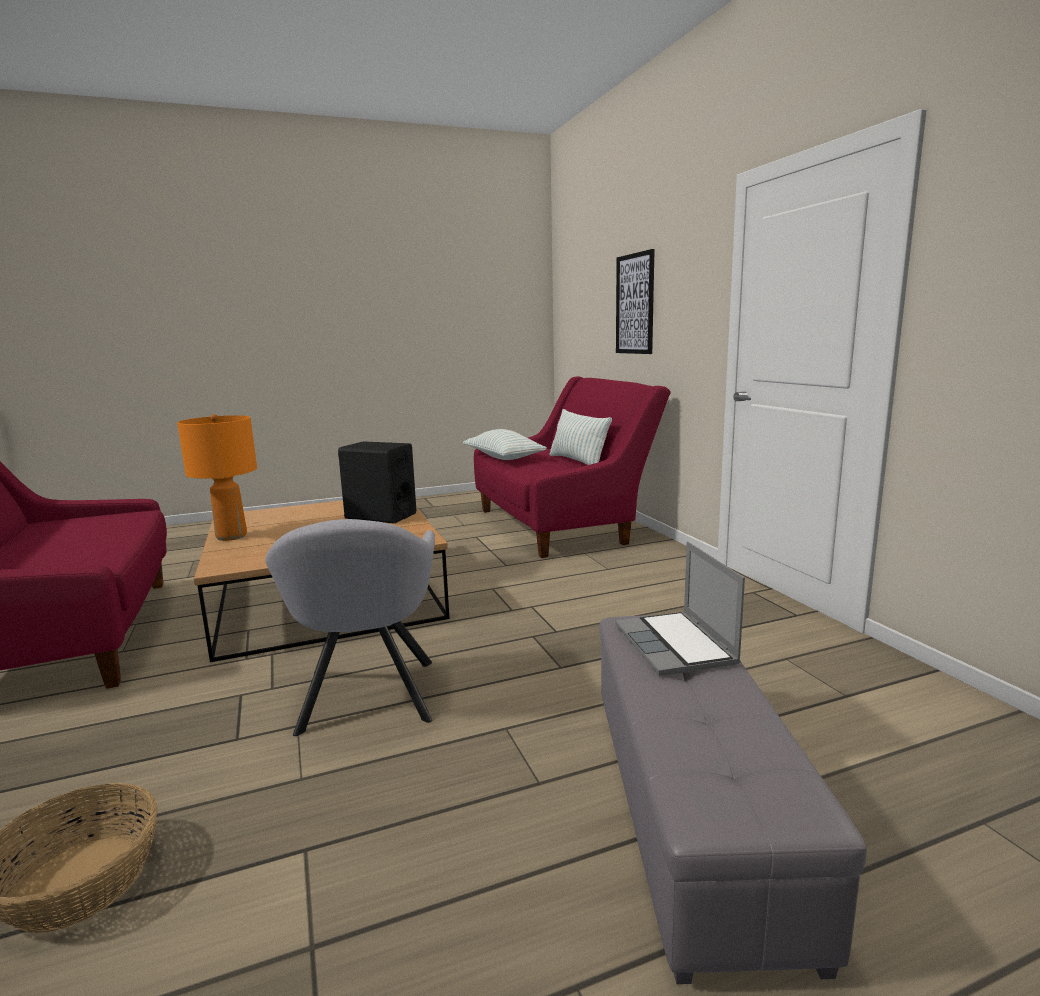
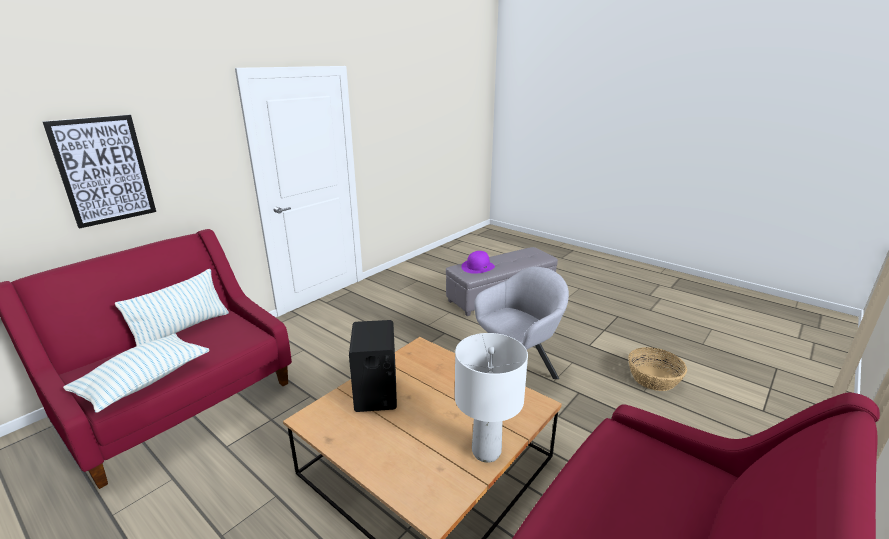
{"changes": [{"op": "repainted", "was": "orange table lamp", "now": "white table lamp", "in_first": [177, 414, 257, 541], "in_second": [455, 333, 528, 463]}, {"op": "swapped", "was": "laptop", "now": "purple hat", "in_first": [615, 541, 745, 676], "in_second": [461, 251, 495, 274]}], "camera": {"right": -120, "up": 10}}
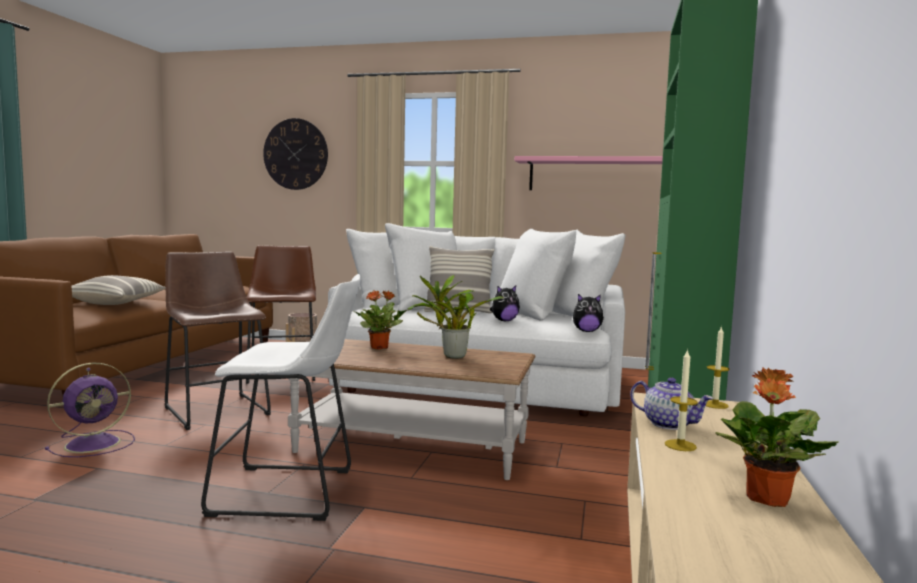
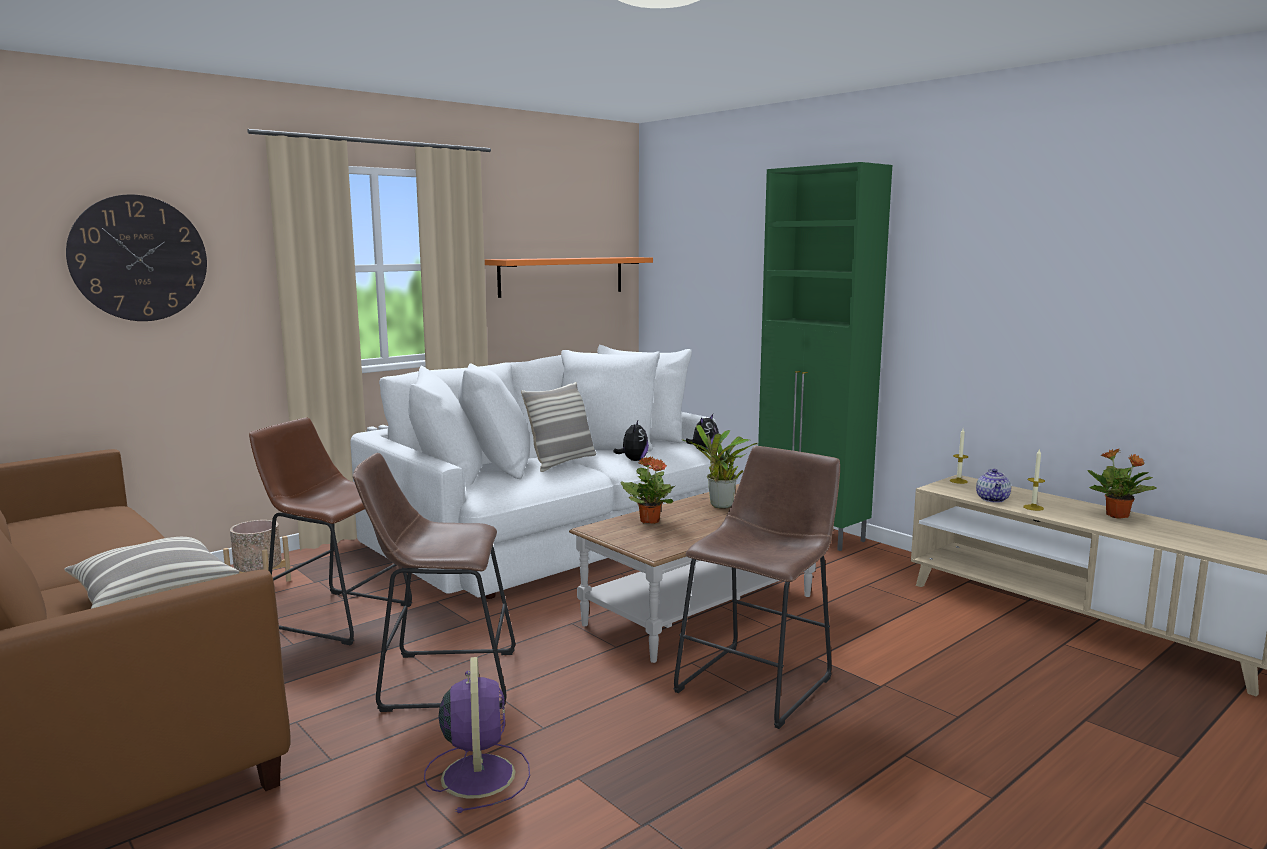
{"changes": [{"op": "repainted", "was": "pink shelf", "now": "orange shelf", "in_first": [514, 156, 663, 190], "in_second": [485, 257, 653, 298]}, {"op": "repainted", "was": "white stool", "now": "brown stool", "in_first": [201, 274, 360, 521], "in_second": [674, 446, 840, 729]}, {"op": "rotated", "was": "teapot", "in_first": [630, 378, 714, 430], "in_second": [976, 469, 1011, 503], "clockwise": 120}], "camera": {"right": -55, "up": 5}}
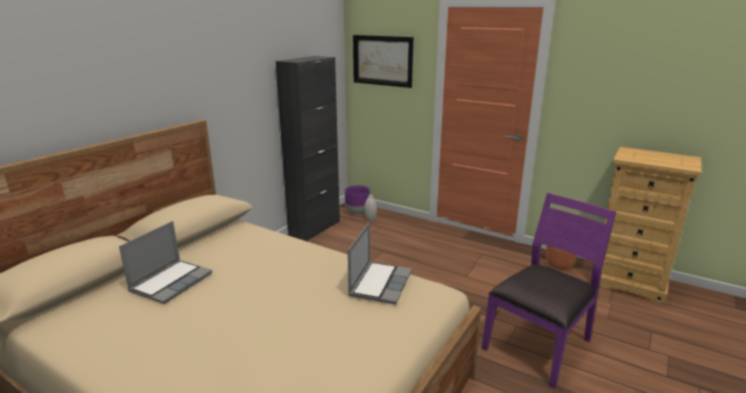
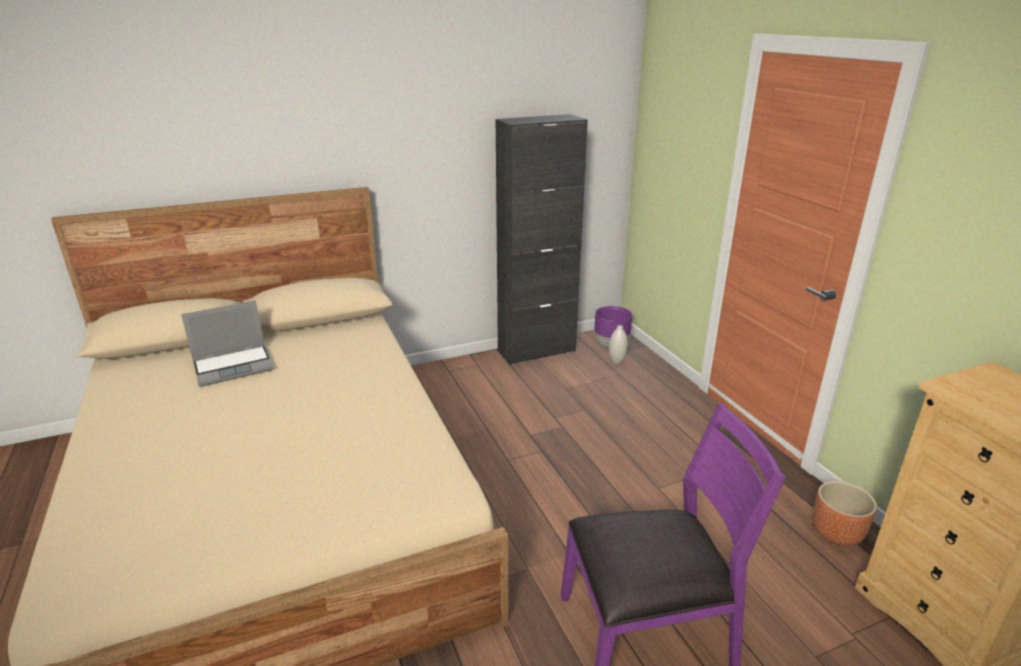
{"changes": [{"op": "gone", "was": "picture", "in_first": [353, 35, 413, 88]}, {"op": "gone", "was": "laptop", "in_first": [348, 222, 412, 304]}], "camera": {"right": 35, "up": 5}}
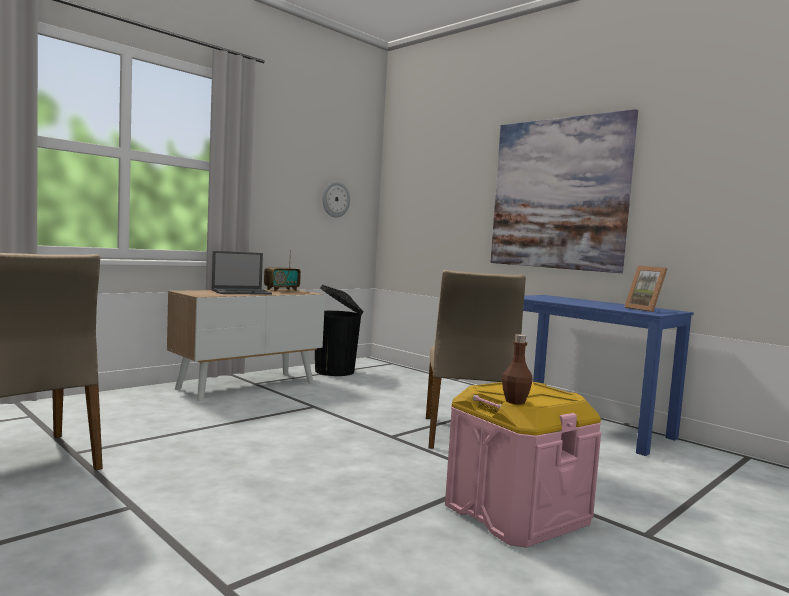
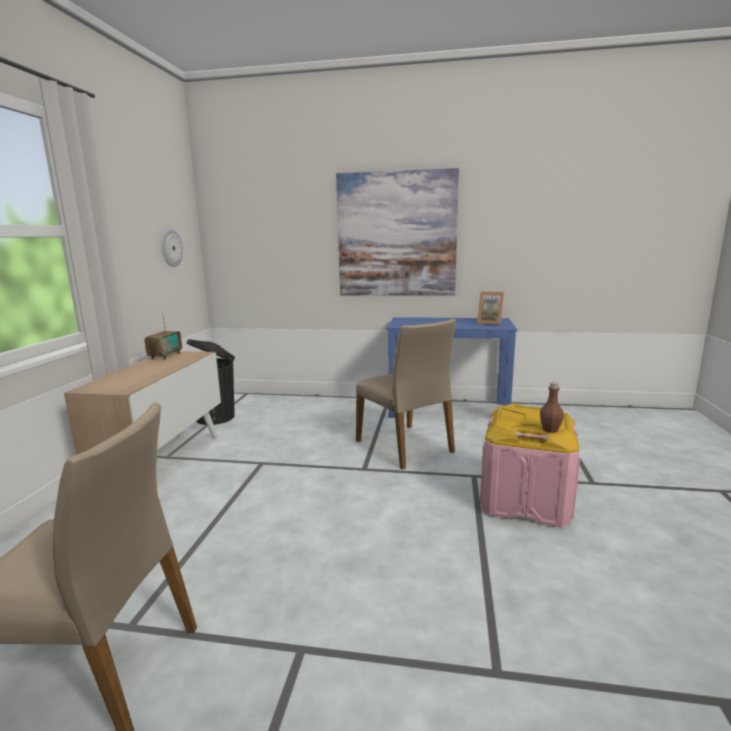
{"changes": [{"op": "gone", "was": "laptop", "in_first": [212, 251, 272, 295]}], "camera": {"right": -35, "up": 10}}
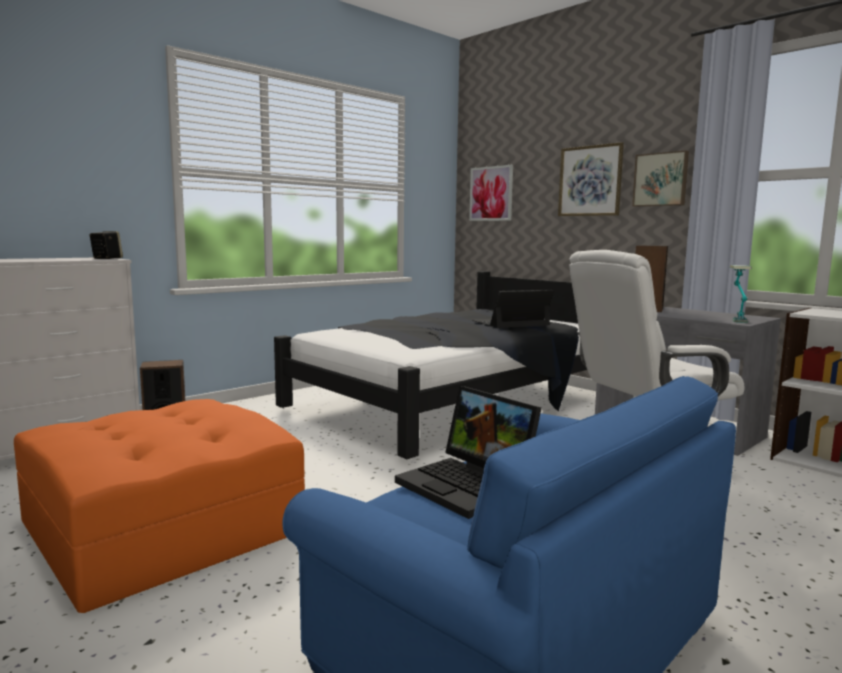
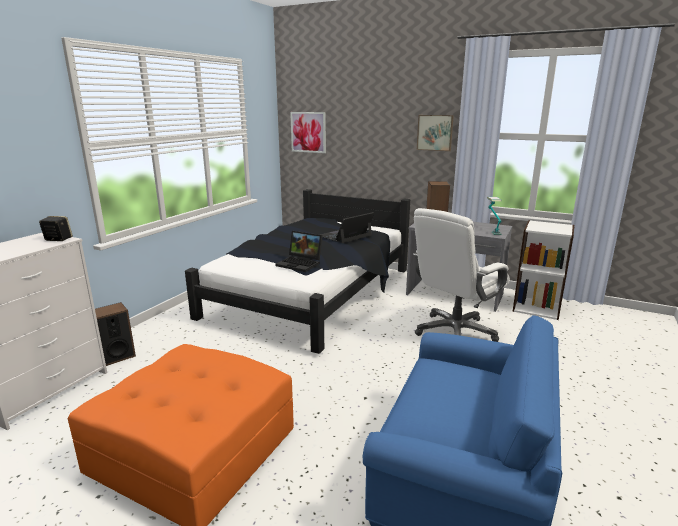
{"changes": [{"op": "gone", "was": "picture", "in_first": [558, 142, 624, 216]}, {"op": "shifted", "was": "laptop", "in_first": [395, 386, 542, 519], "in_second": [276, 231, 323, 272]}], "camera": {"right": -20, "up": 10}}
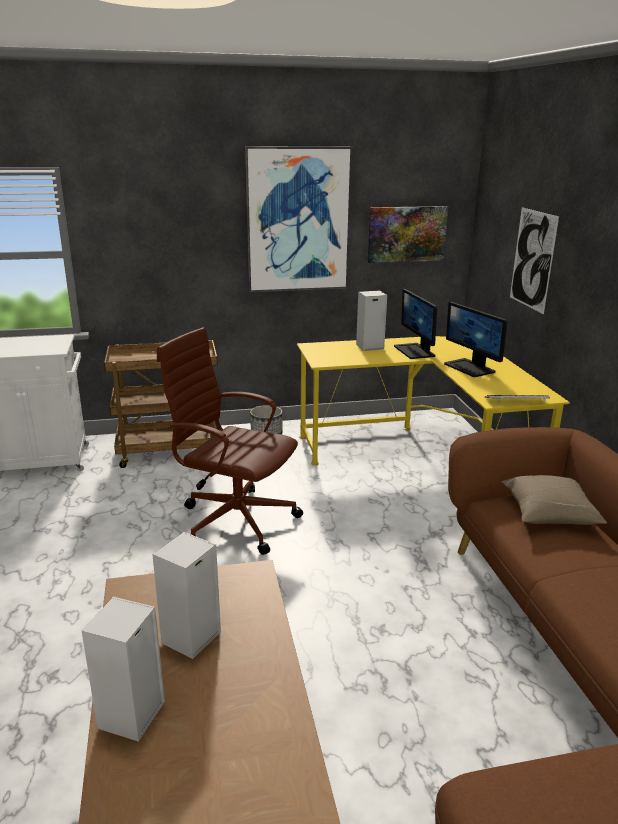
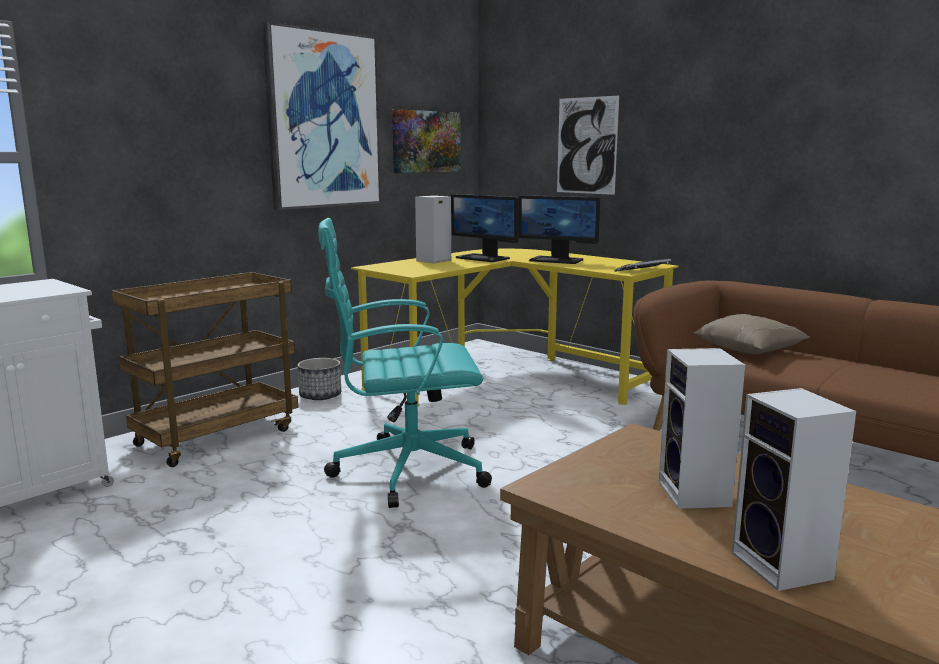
{"changes": [{"op": "repainted", "was": "brown office chair", "now": "turquoise office chair", "in_first": [157, 327, 303, 555], "in_second": [318, 218, 492, 508]}], "camera": {"right": -35, "up": -10}}
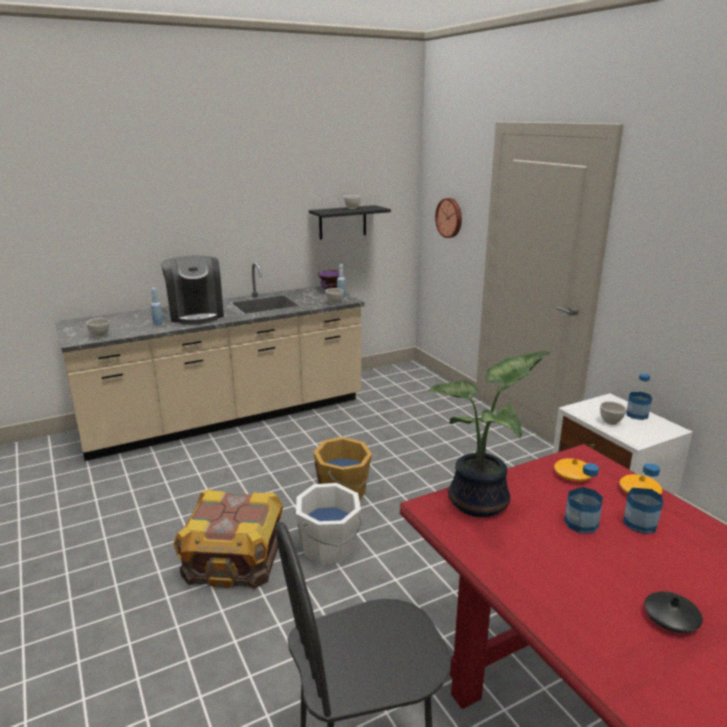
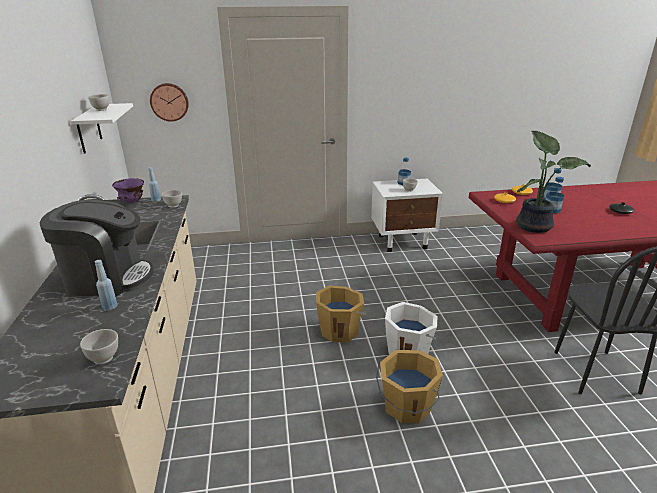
{"changes": [{"op": "repainted", "was": "black shelf", "now": "white shelf", "in_first": [309, 205, 391, 240], "in_second": [71, 103, 133, 154]}, {"op": "swapped", "was": "crate", "now": "orange bucket", "in_first": [174, 489, 283, 589], "in_second": [376, 350, 443, 423]}], "camera": {"right": -70, "up": 5}}
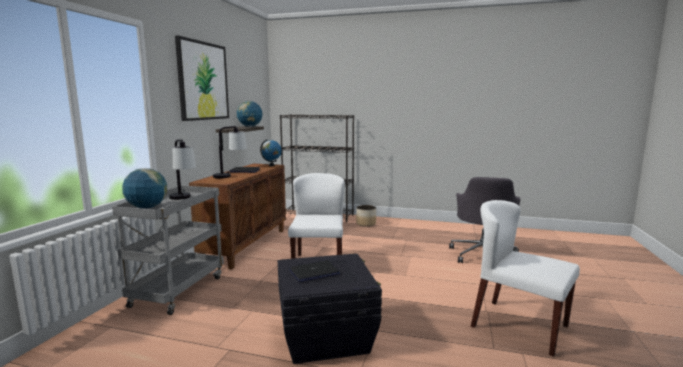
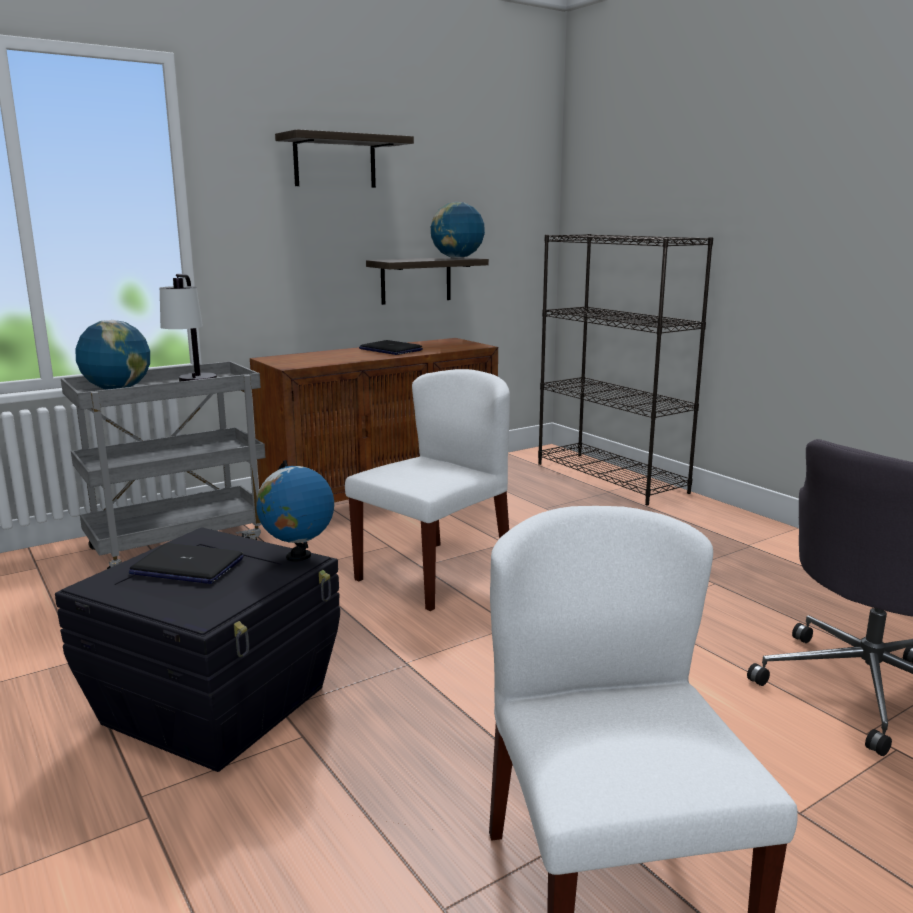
{"changes": [{"op": "swapped", "was": "picture", "now": "shelf", "in_first": [175, 36, 229, 121], "in_second": [275, 129, 414, 188]}, {"op": "gone", "was": "table lamp", "in_first": [213, 126, 247, 178]}, {"op": "shifted", "was": "globe", "in_first": [260, 139, 282, 166], "in_second": [256, 460, 334, 561]}, {"op": "gone", "was": "planter", "in_first": [356, 205, 376, 227]}], "camera": {"right": 40, "up": 5}}
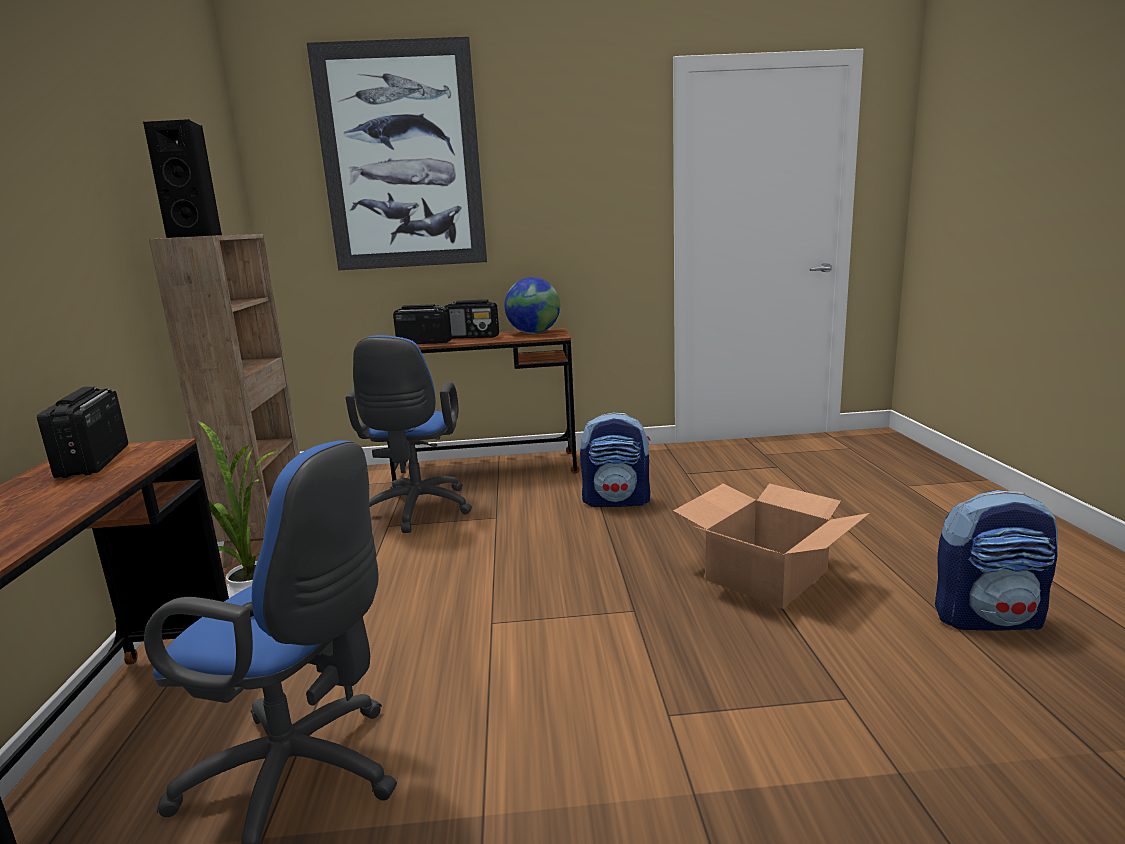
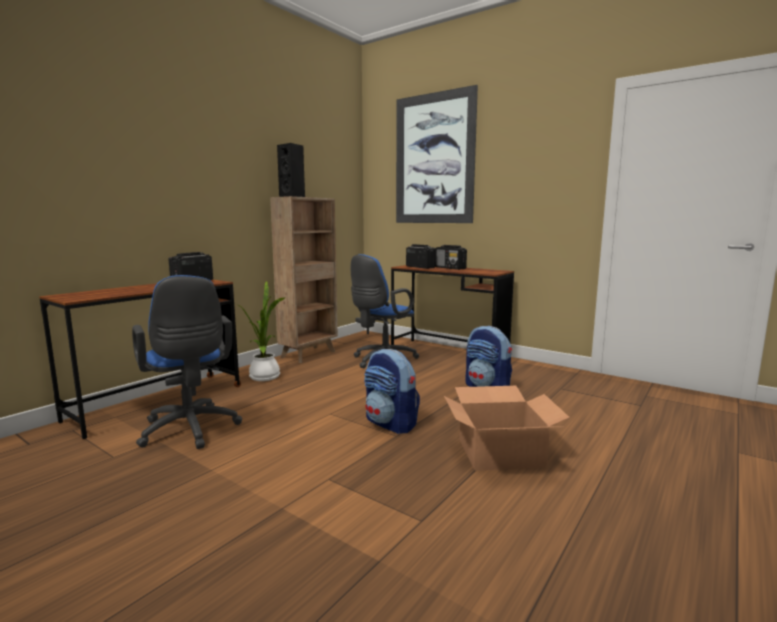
{"changes": [{"op": "gone", "was": "globe", "in_first": [504, 277, 560, 334]}, {"op": "shifted", "was": "backpack", "in_first": [935, 490, 1058, 631], "in_second": [364, 349, 420, 434]}], "camera": {"right": 40, "up": -5}}
